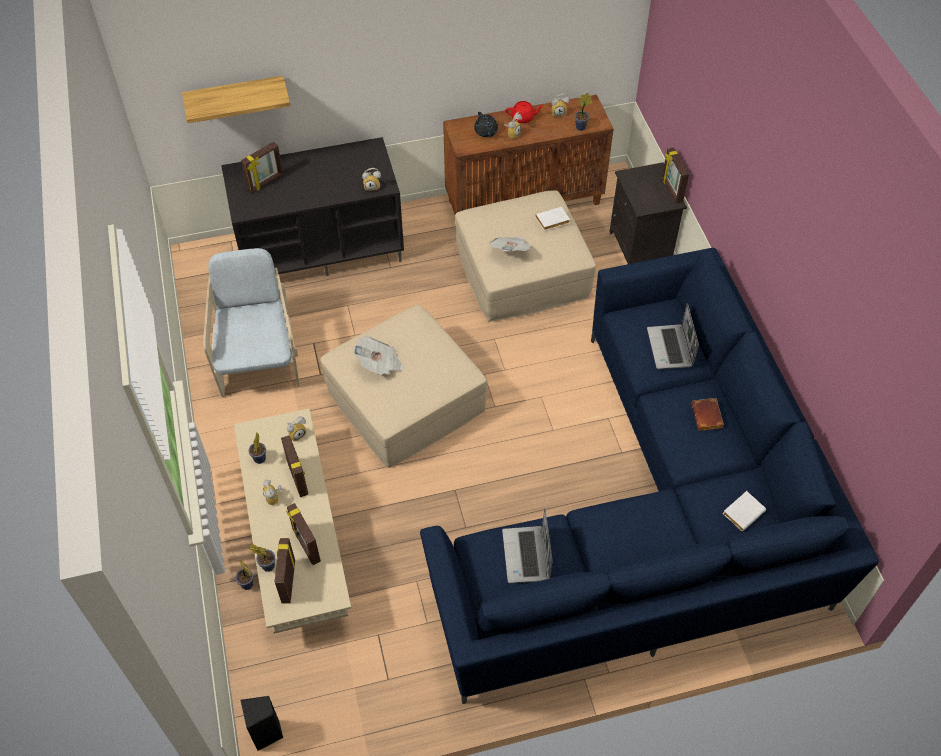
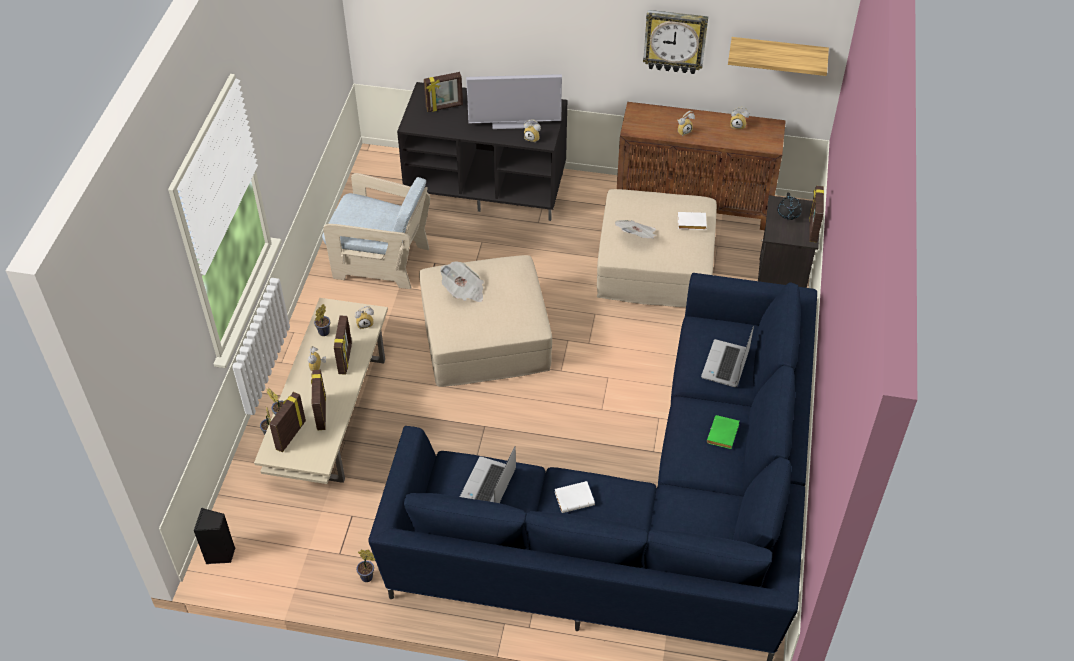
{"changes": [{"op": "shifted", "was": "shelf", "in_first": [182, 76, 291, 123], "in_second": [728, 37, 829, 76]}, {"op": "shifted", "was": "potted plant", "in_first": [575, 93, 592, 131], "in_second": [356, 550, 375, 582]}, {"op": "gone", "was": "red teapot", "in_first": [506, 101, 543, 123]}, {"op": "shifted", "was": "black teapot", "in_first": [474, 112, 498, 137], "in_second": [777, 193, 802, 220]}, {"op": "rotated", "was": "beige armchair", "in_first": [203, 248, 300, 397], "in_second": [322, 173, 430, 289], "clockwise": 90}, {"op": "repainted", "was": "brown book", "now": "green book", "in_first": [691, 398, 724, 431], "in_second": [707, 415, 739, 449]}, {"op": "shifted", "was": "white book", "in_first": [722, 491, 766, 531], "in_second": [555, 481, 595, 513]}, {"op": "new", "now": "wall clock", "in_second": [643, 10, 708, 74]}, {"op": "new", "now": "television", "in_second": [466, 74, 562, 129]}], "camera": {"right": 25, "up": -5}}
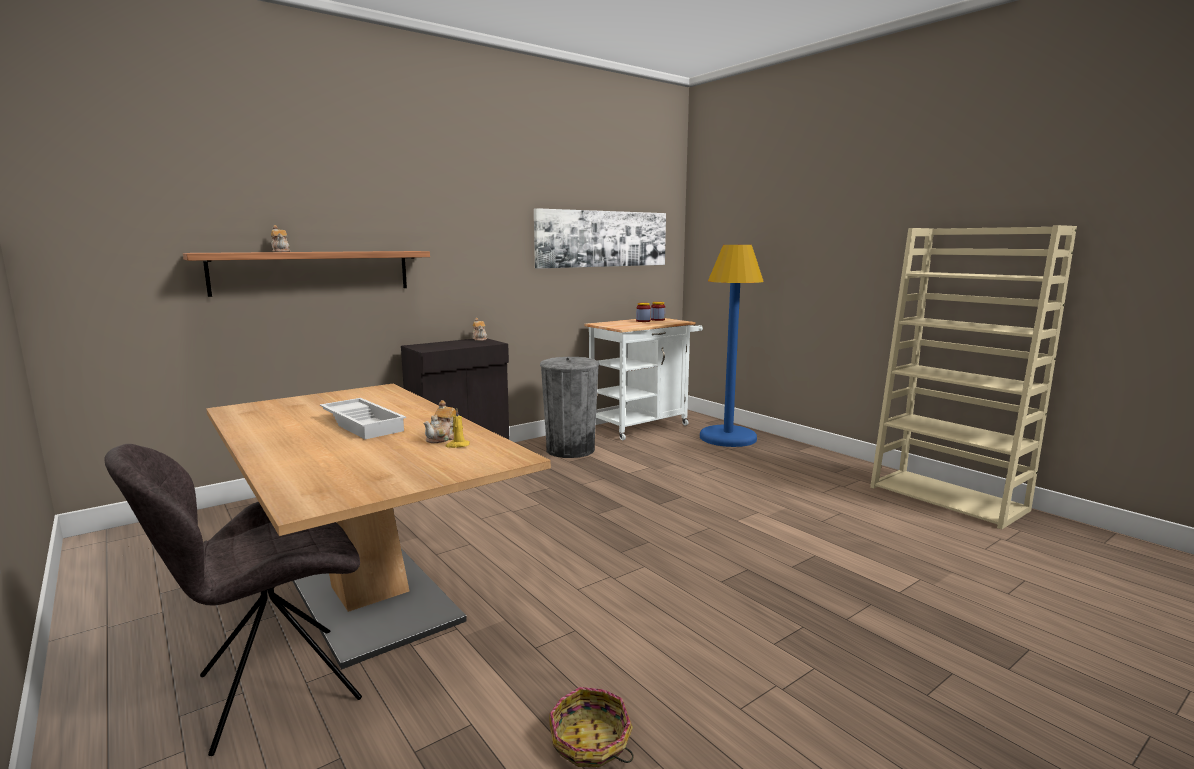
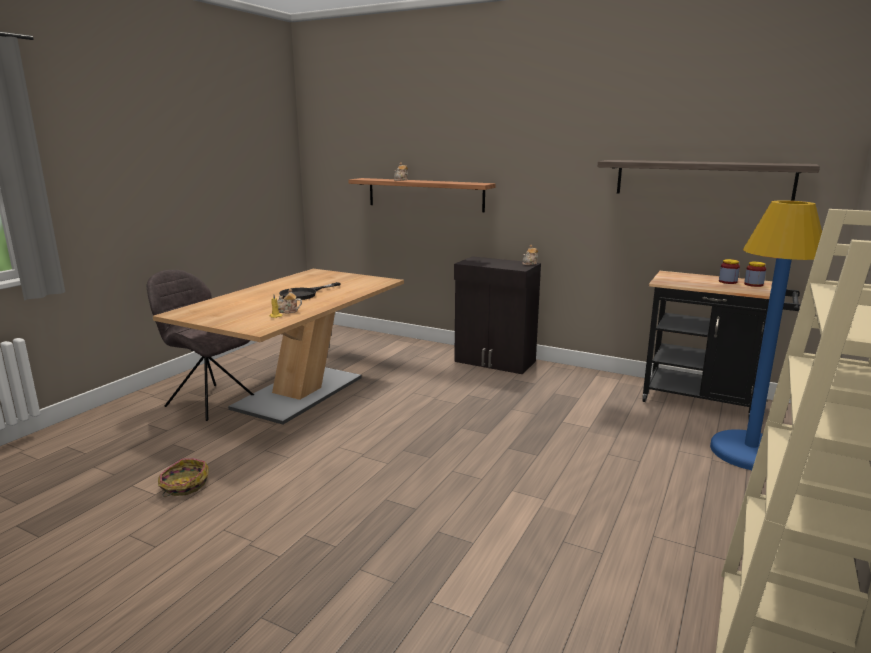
{"changes": [{"op": "swapped", "was": "picture", "now": "shelf", "in_first": [534, 208, 666, 269], "in_second": [598, 160, 820, 201]}, {"op": "repainted", "was": "white cart", "now": "black cart", "in_first": [584, 318, 703, 440], "in_second": [642, 271, 801, 419]}, {"op": "gone", "was": "grey trash can", "in_first": [540, 357, 600, 458]}, {"op": "swapped", "was": "white tray", "now": "black frying pan", "in_first": [320, 398, 406, 439], "in_second": [279, 282, 341, 300]}], "camera": {"right": 65, "up": 5}}
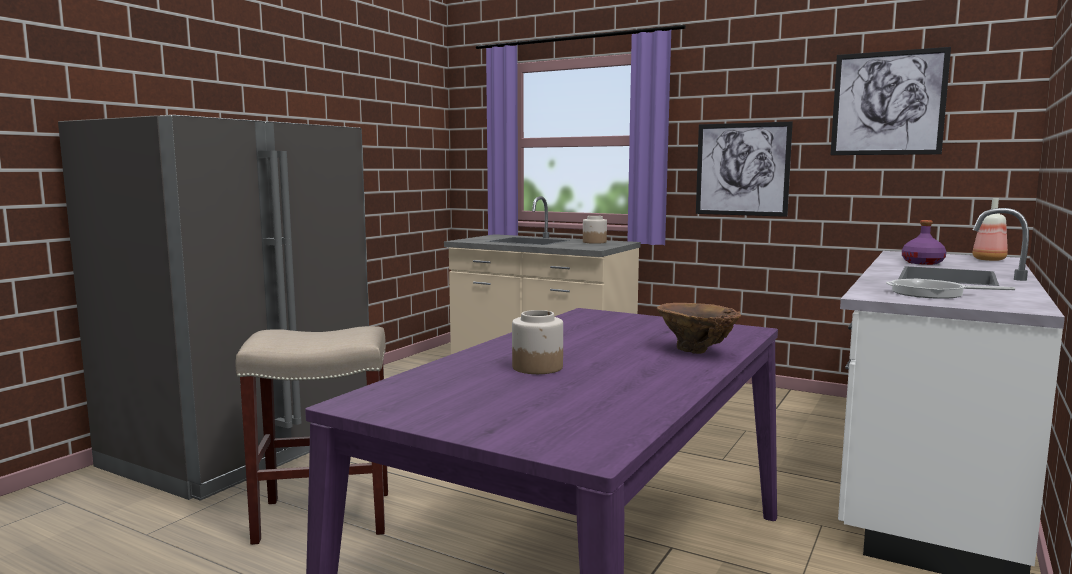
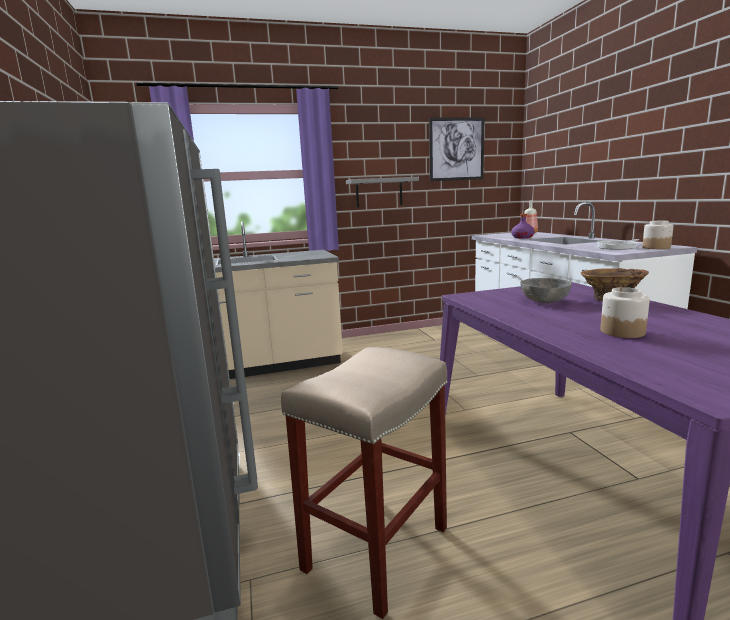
{"changes": [{"op": "swapped", "was": "picture", "now": "grey shelf", "in_first": [696, 122, 793, 217], "in_second": [346, 177, 419, 207]}, {"op": "shifted", "was": "jar", "in_first": [583, 216, 607, 244], "in_second": [642, 221, 673, 249]}, {"op": "new", "now": "grey bowl", "in_second": [520, 278, 572, 303]}], "camera": {"right": -45, "up": 5}}
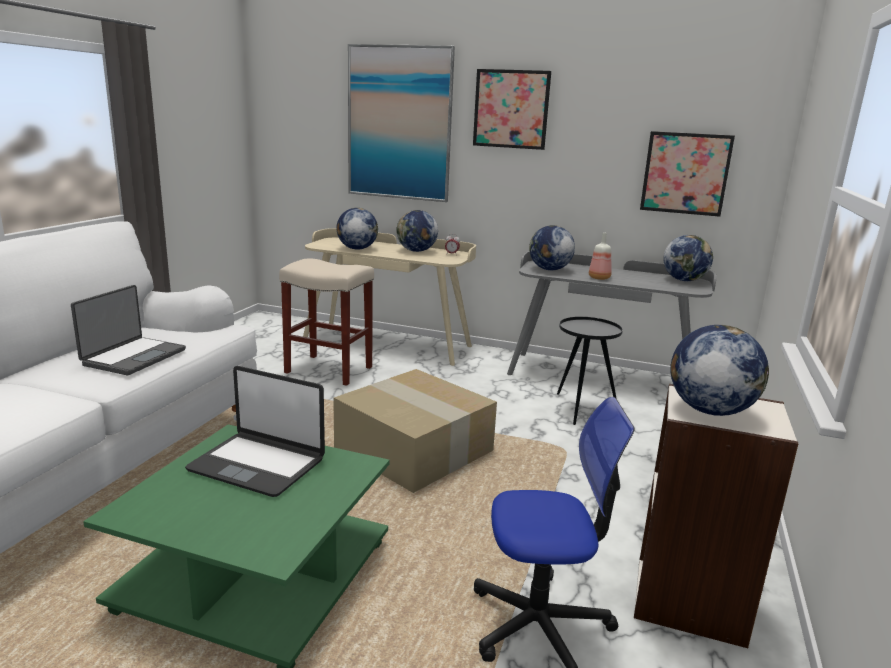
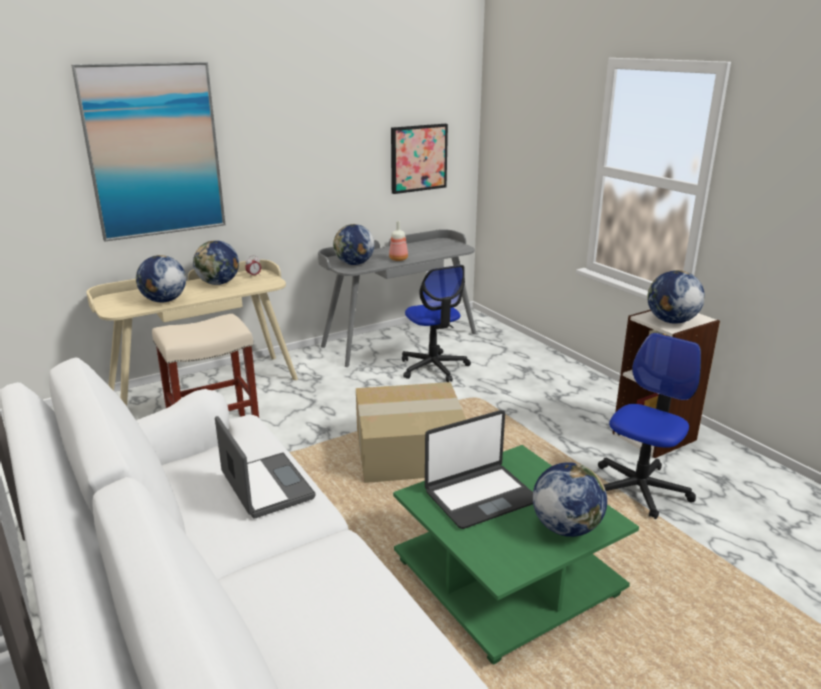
{"changes": [{"op": "gone", "was": "picture", "in_first": [473, 69, 551, 150]}, {"op": "shifted", "was": "globe", "in_first": [663, 235, 713, 281], "in_second": [532, 462, 607, 537]}, {"op": "swapped", "was": "black side table", "now": "office chair", "in_first": [557, 317, 623, 425], "in_second": [402, 265, 471, 382]}], "camera": {"right": -50, "up": 5}}
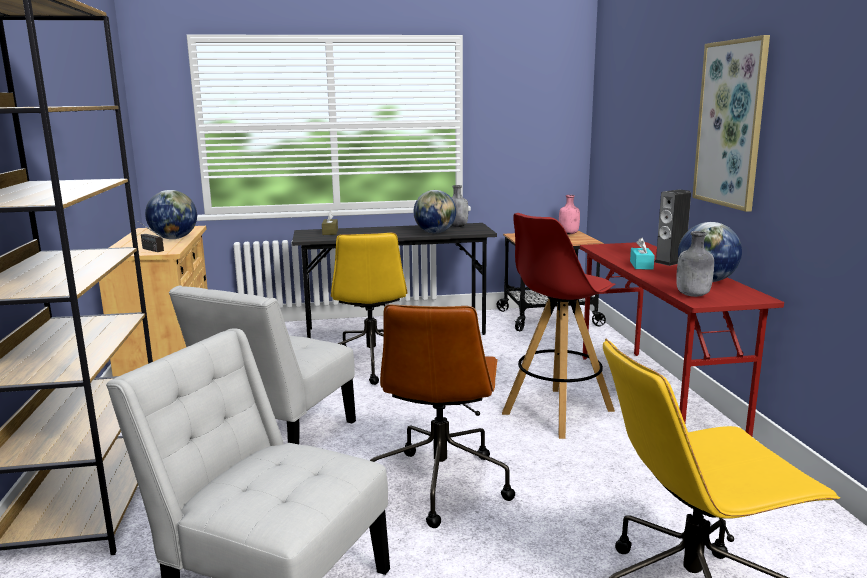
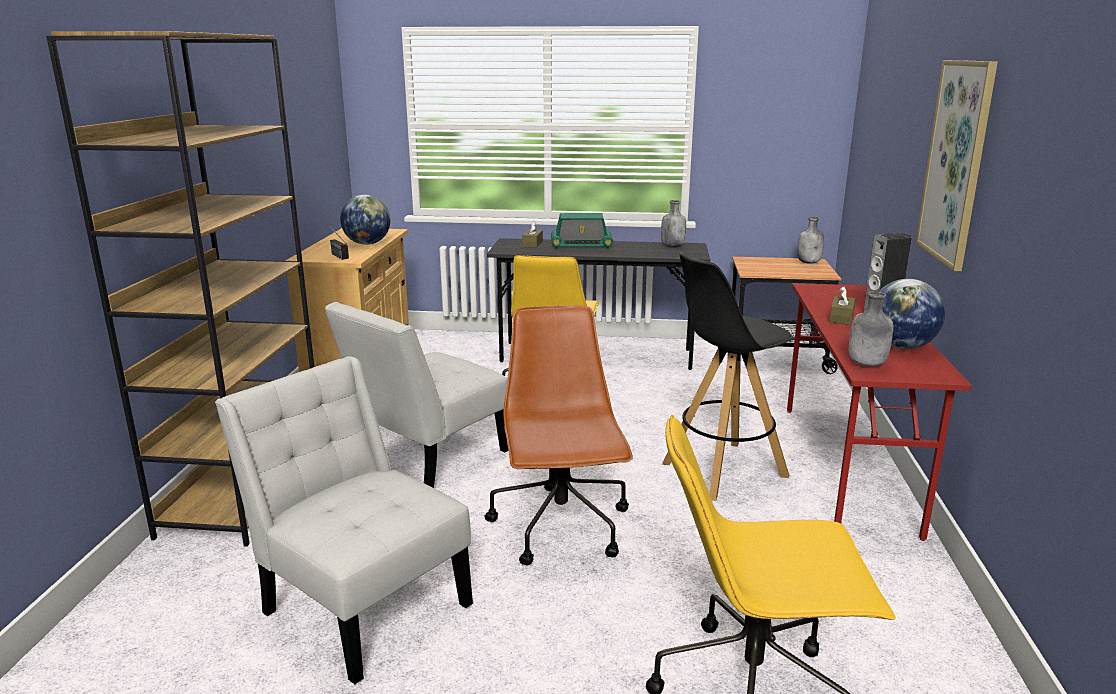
{"changes": [{"op": "gone", "was": "globe", "in_first": [414, 190, 456, 233]}, {"op": "repainted", "was": "pink bottle", "now": "grey bottle", "in_first": [559, 195, 580, 234], "in_second": [797, 217, 824, 264]}, {"op": "repainted", "was": "red stool", "now": "black stool", "in_first": [502, 213, 616, 439], "in_second": [662, 252, 795, 501]}, {"op": "repainted", "was": "turquoise tissue box", "now": "brown tissue box", "in_first": [630, 237, 655, 270], "in_second": [829, 286, 855, 325]}, {"op": "rotated", "was": "brown office chair", "in_first": [370, 305, 515, 528], "in_second": [485, 305, 633, 565], "clockwise": 150}, {"op": "new", "now": "radio", "in_second": [551, 213, 613, 249]}], "camera": {"right": 15, "up": 5}}
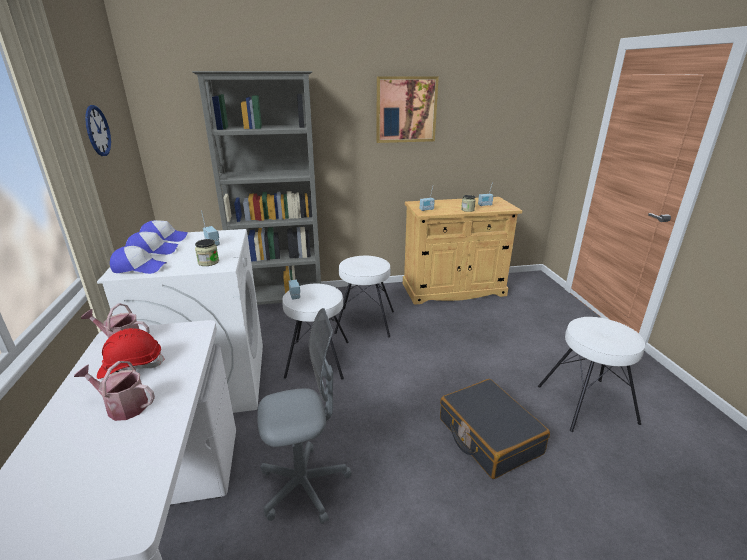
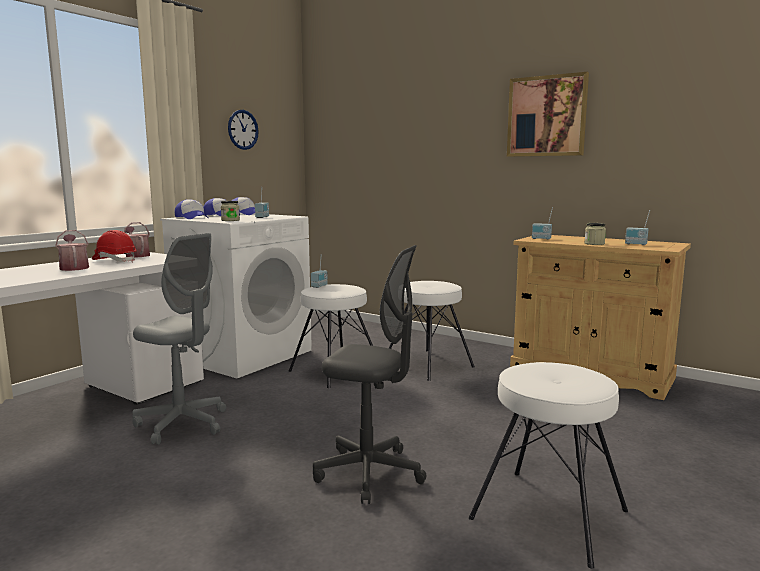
{"changes": [{"op": "gone", "was": "grey bookcase", "in_first": [192, 71, 321, 305]}, {"op": "swapped", "was": "black suitcase", "now": "grey office chair", "in_first": [440, 379, 550, 479], "in_second": [313, 245, 427, 504]}], "camera": {"right": 45, "up": -15}}
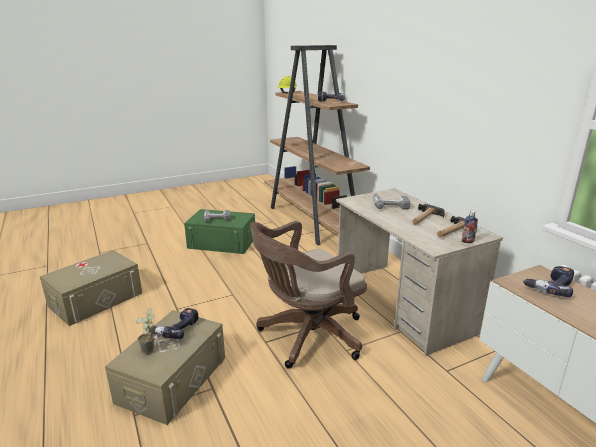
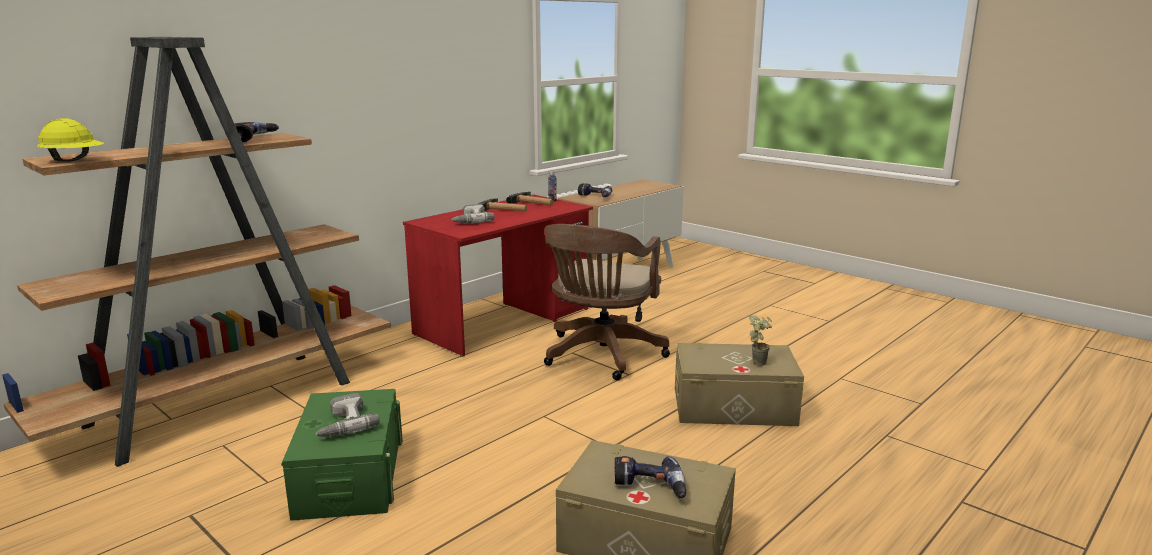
{"changes": [{"op": "repainted", "was": "beige desk", "now": "red desk", "in_first": [336, 188, 503, 356], "in_second": [403, 195, 593, 357]}, {"op": "rotated", "was": "brown office chair", "in_first": [250, 221, 367, 369], "in_second": [544, 224, 670, 380], "clockwise": 75}, {"op": "shifted", "was": "power drill", "in_first": [149, 308, 199, 339], "in_second": [615, 456, 686, 498]}], "camera": {"right": -110, "up": -5}}
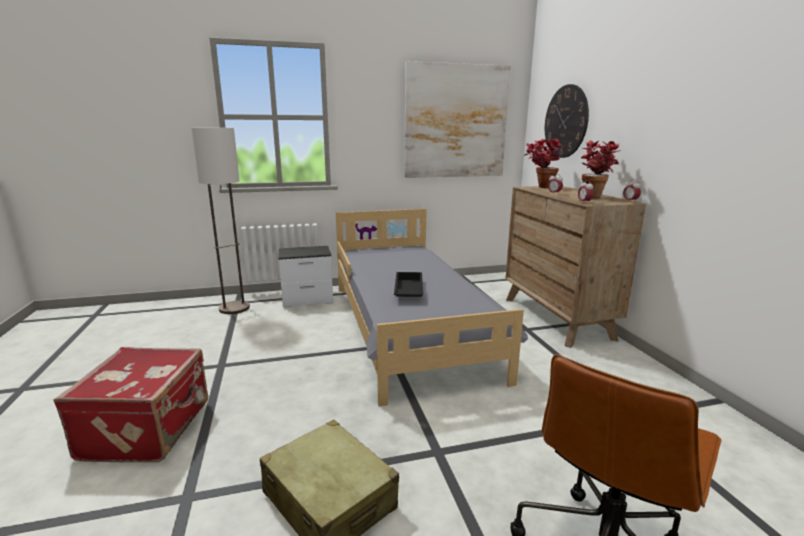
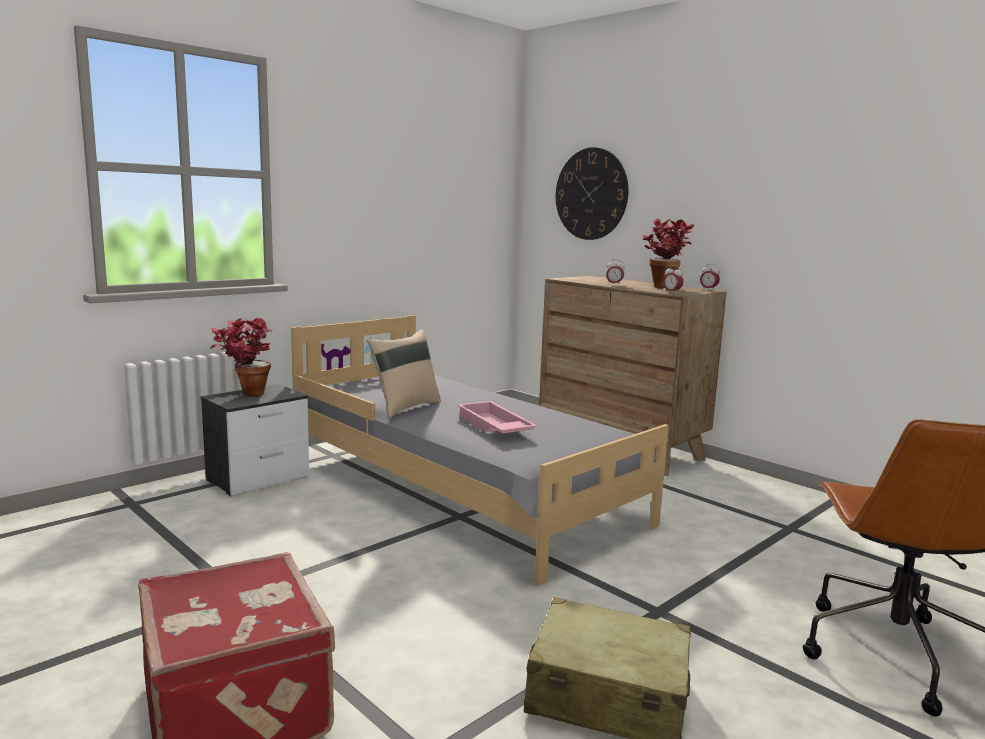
{"changes": [{"op": "gone", "was": "picture", "in_first": [405, 61, 510, 178]}, {"op": "gone", "was": "floor lamp", "in_first": [191, 128, 250, 314]}, {"op": "shifted", "was": "potted plant", "in_first": [524, 139, 564, 188], "in_second": [210, 318, 274, 396]}, {"op": "repainted", "was": "black tray", "now": "pink tray", "in_first": [394, 272, 423, 297], "in_second": [457, 401, 537, 434]}, {"op": "new", "now": "beige pillow", "in_second": [367, 329, 441, 418]}], "camera": {"right": -30, "up": -5}}
